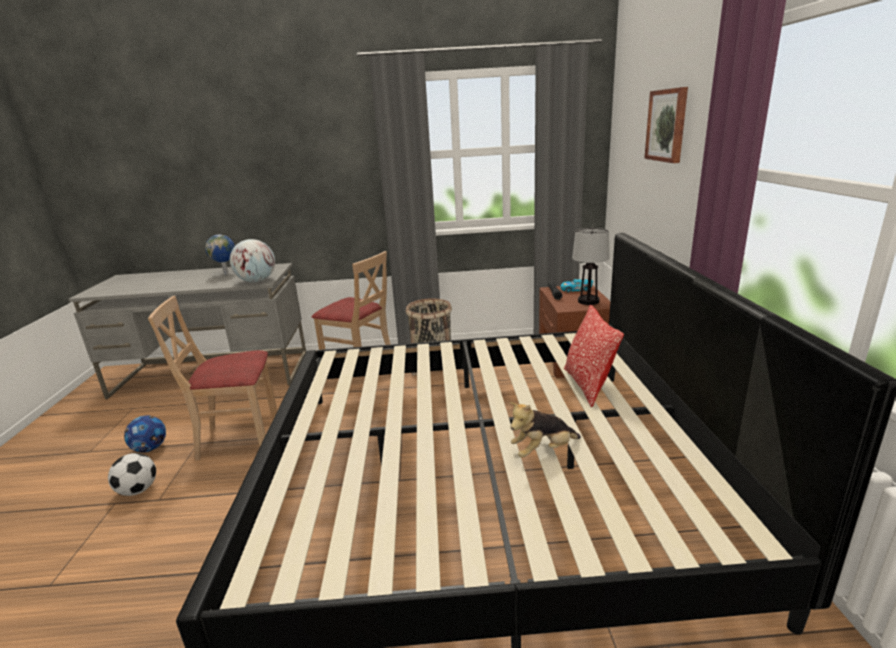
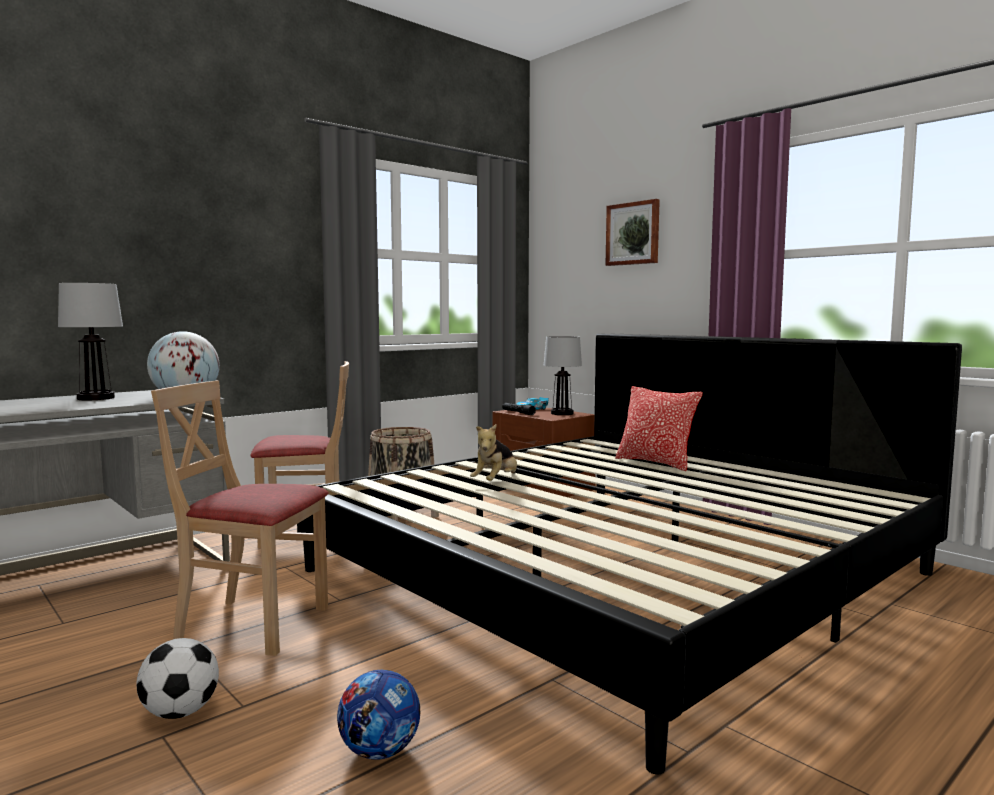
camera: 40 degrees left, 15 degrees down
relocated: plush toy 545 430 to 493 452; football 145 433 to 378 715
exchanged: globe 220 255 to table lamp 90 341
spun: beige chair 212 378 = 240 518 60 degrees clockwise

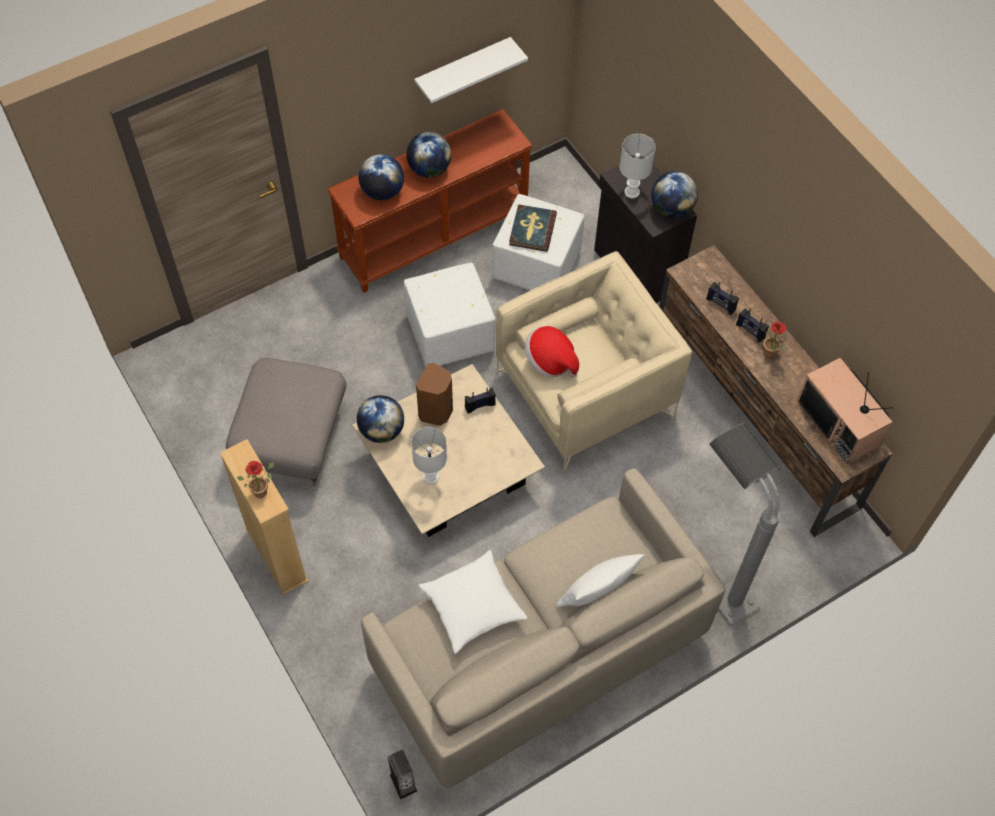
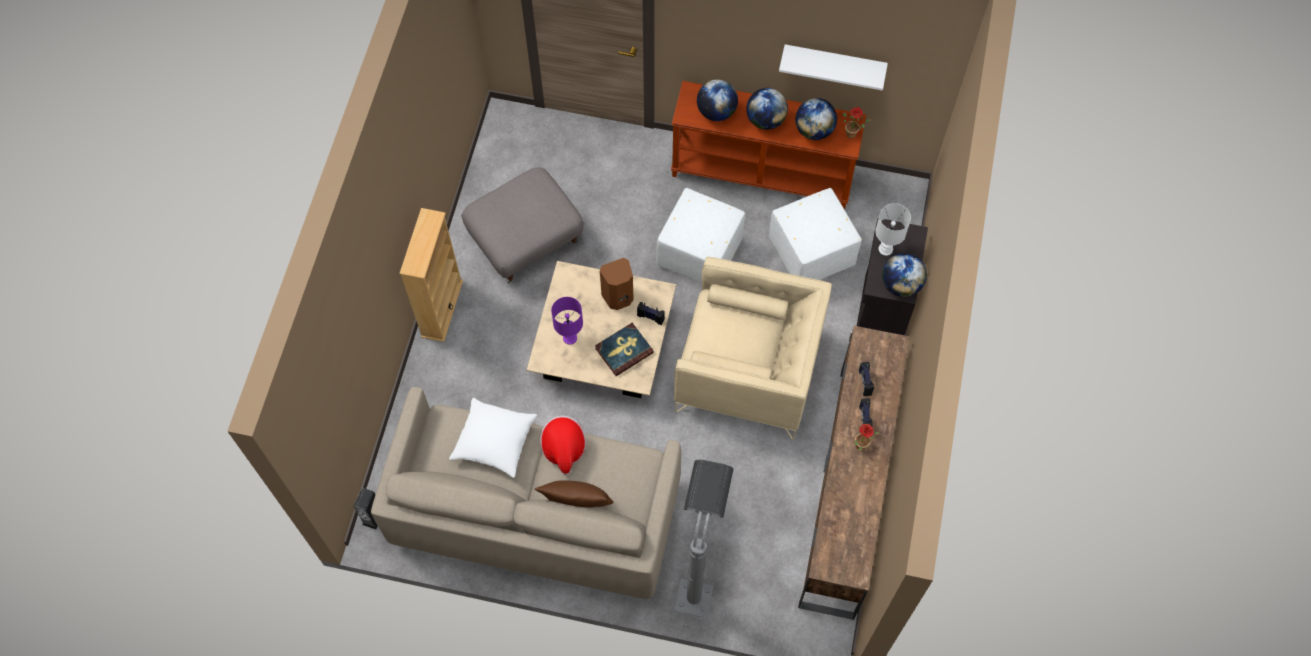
camera: 45 degrees right, 5 degrees up
missing: television 845 411
relocated: book 533 228 to 624 349; hat 552 352 to 563 445; globe 380 419 to 816 119; potted plant 255 479 to 857 122
colour: white table lamp 429 455 to purple table lamp 567 321; white pillow 600 580 to brown pillow 574 494

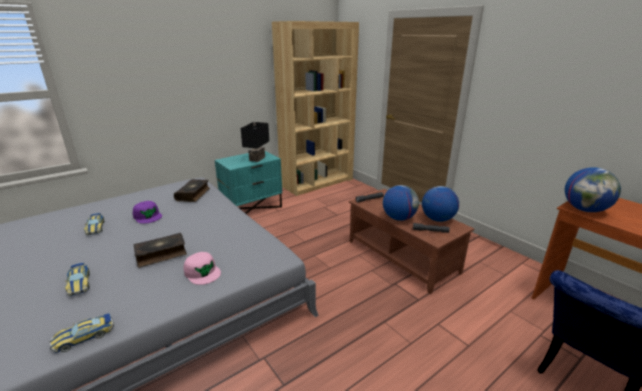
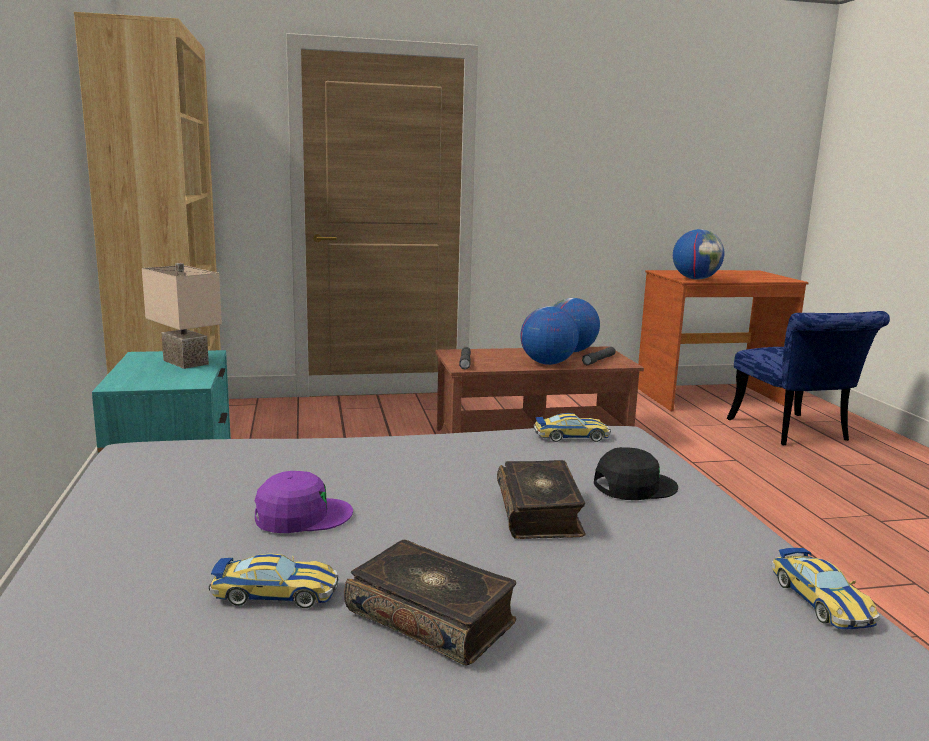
camera: 65 degrees left, 10 degrees down
relocated: book 192 190 to 430 602; toy car 77 279 to 572 427
colour: black table lamp 255 142 to beige table lamp 182 316; pink cap 202 268 to black cap 636 473

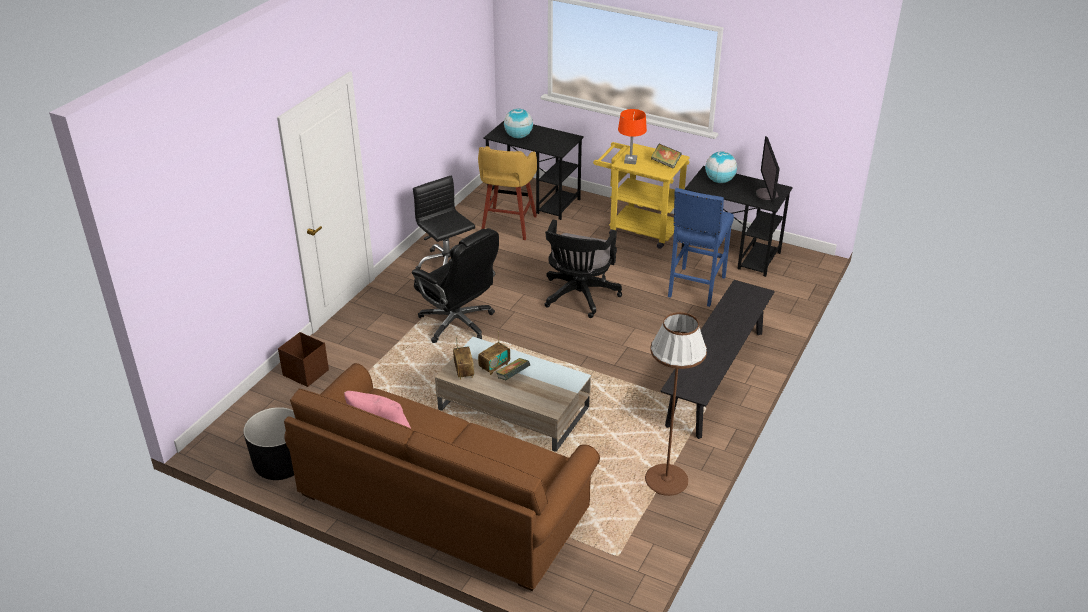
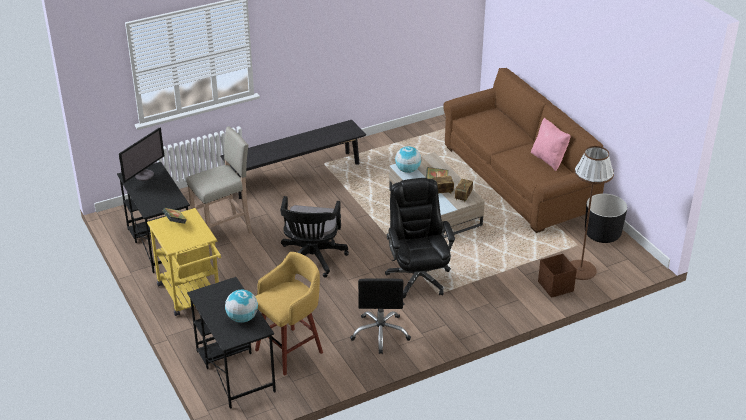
camera: 145 degrees left, 0 degrees up
missing: orange table lamp 632 136
relocated: globe 721 167 to 408 159; brown floor lamp 676 404 to 592 213
colour: blue stool 701 247 to beige stool 219 187
spun: black office chair 583 269 = 314 236 135 degrees clockwise

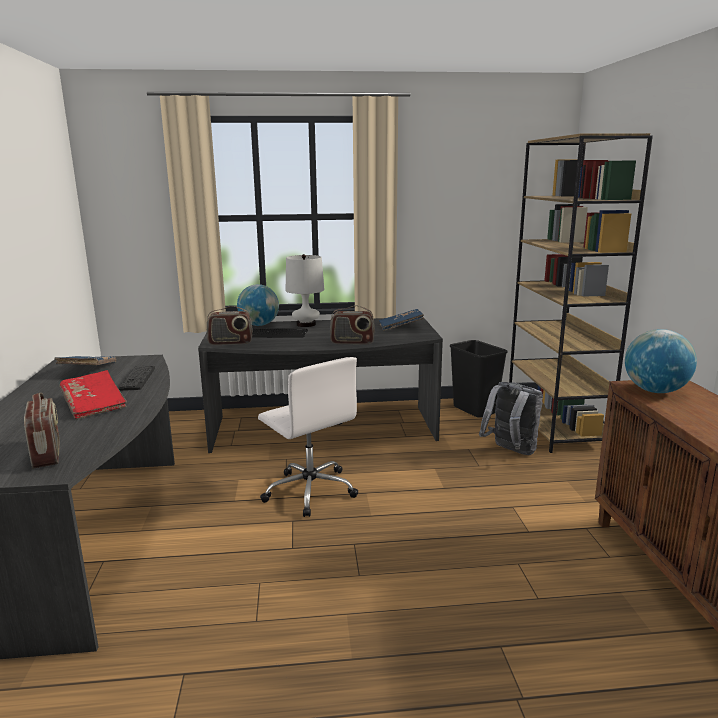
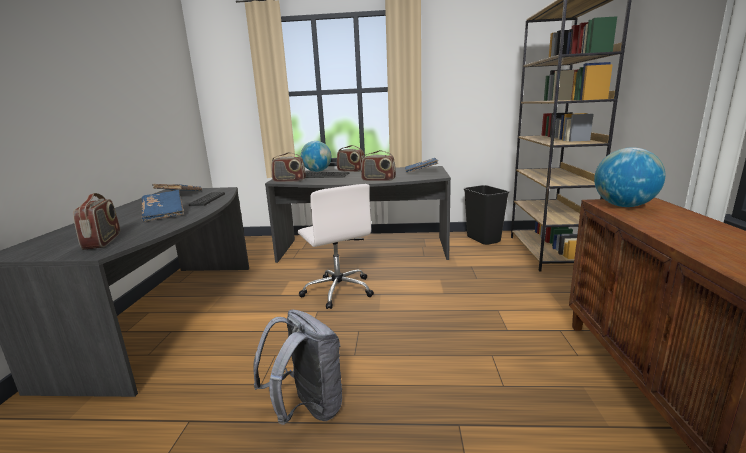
camera: 10 degrees right, 0 degrees up
relocated: grey backpack 511 418 to 297 367
exchanged: white table lamp 305 290 to radio 351 158
colour: red book 93 395 to blue book 162 206

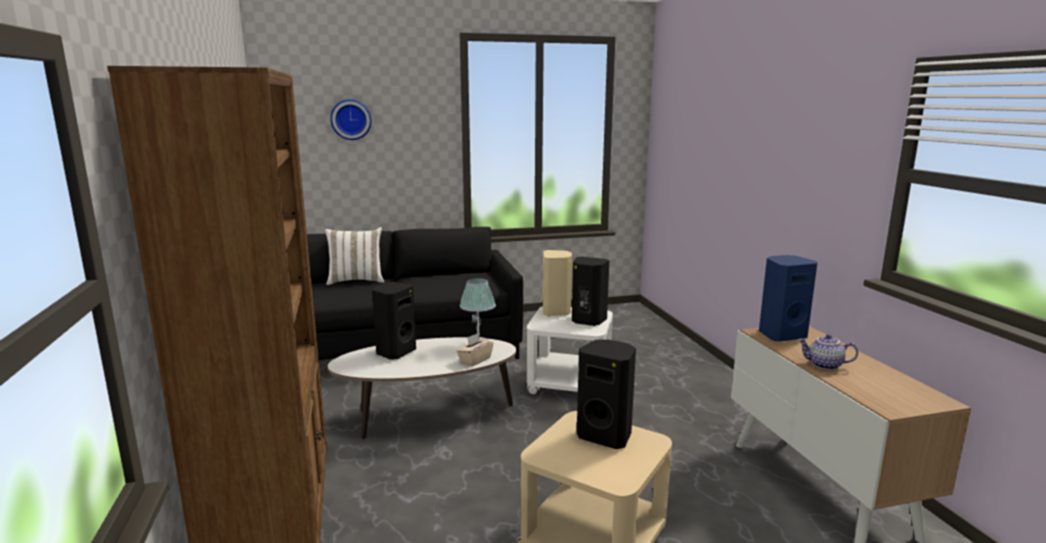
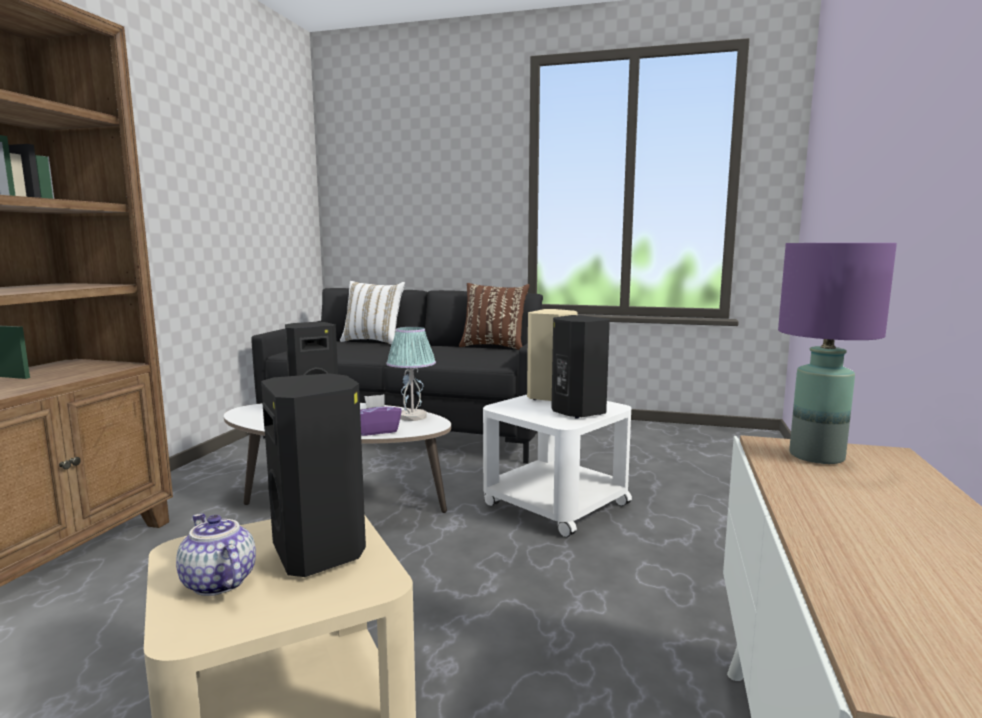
camera: 30 degrees right, 5 degrees down
missing: wall clock 351 119
appeared: brown pillow 494 316
relocated: teapot 828 352 to 216 554
exchanged: blue speaker 788 298 to purple table lamp 837 353
colour: beige tissue box 475 349 to purple tissue box 381 415

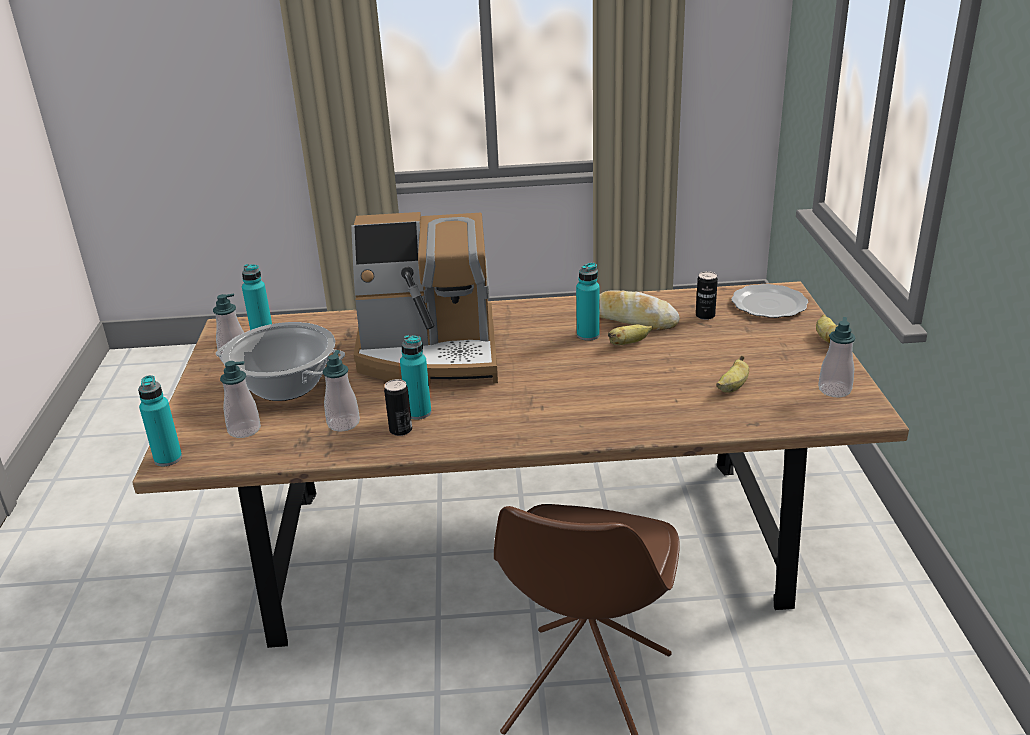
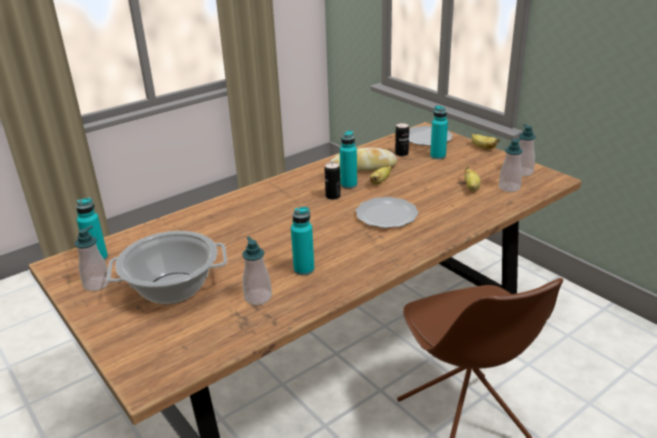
camera: 35 degrees left, 0 degrees up
missing: coffee machine 424 298
appeared: plate 387 212
relocated: soap dispenser 240 399 to 511 165; turquoise bottle 160 420 to 439 133; can 398 407 to 332 181

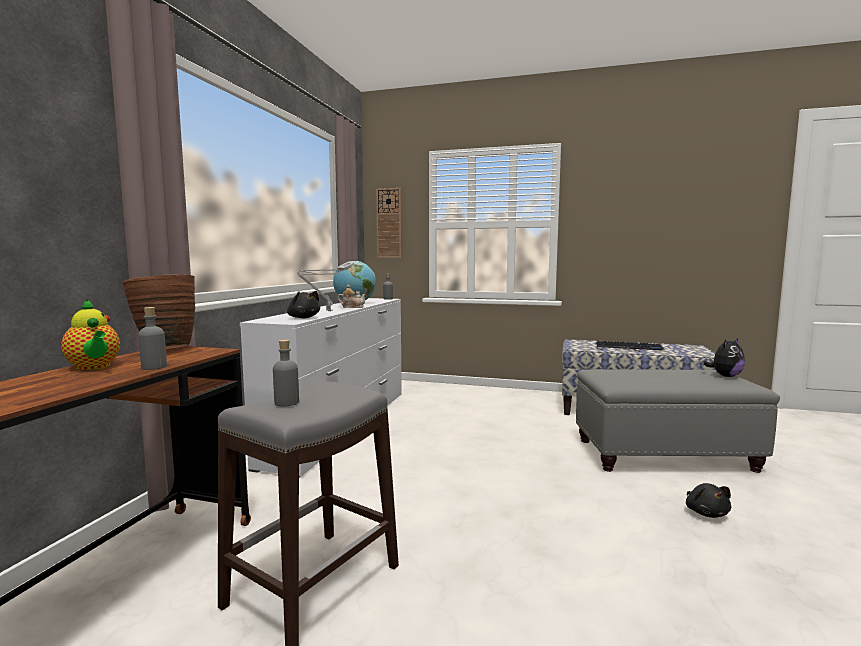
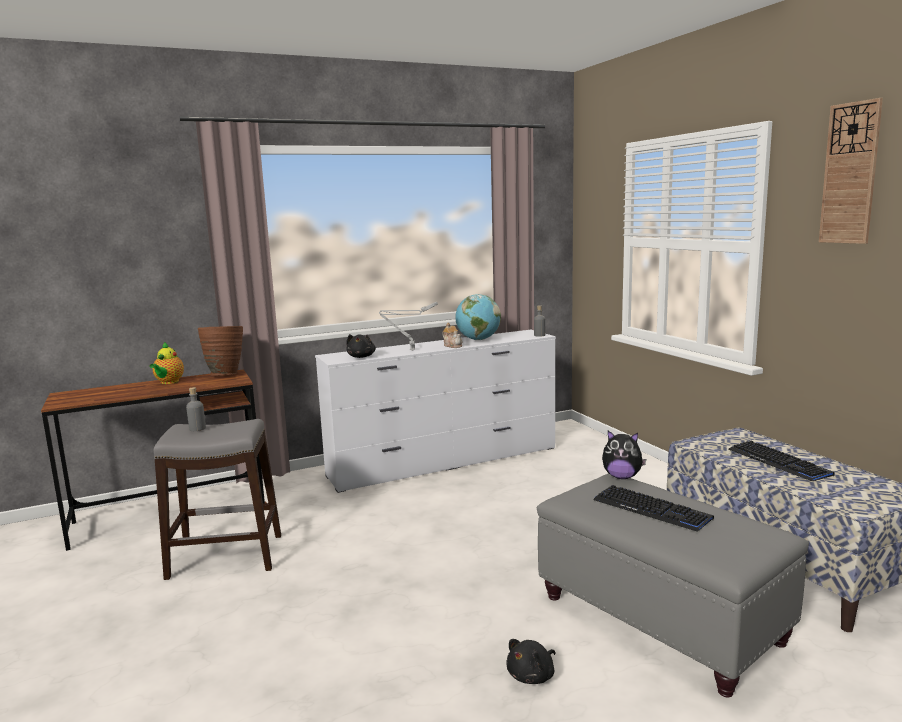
camera: 50 degrees right, 5 degrees up
missing: grey bottle 152 338
appeared: keyboard 653 508
relocated: wall clock 389 223 to 851 171; plush toy 724 357 to 624 455

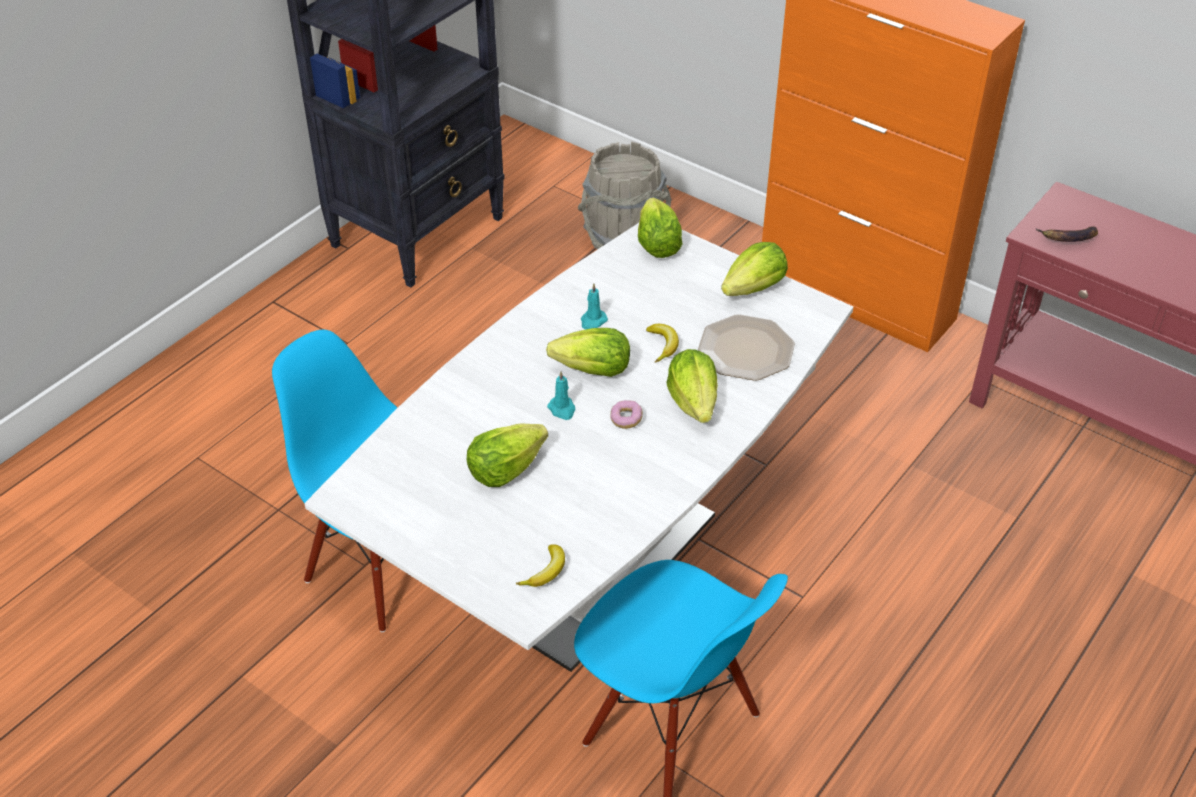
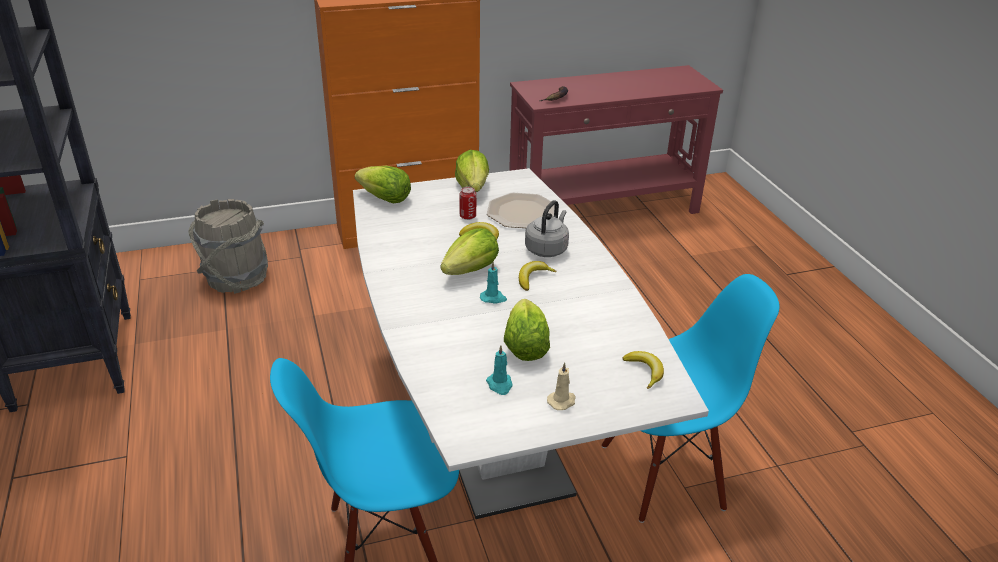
camera: 55 degrees left, 10 degrees down
appeared: can 468 203; beige candle 561 386
relocated: turquoise candle 594 306 to 499 370
exchanged: lettuce 692 386 to grey kettle 547 228; donut 626 414 to banana 538 276

